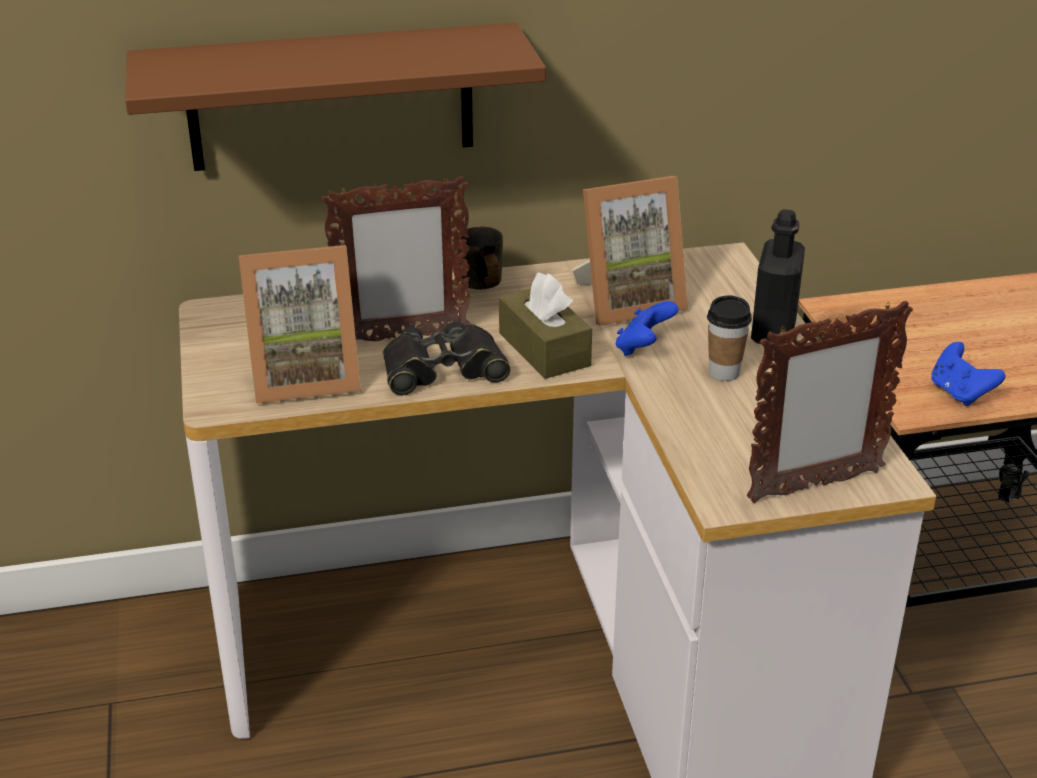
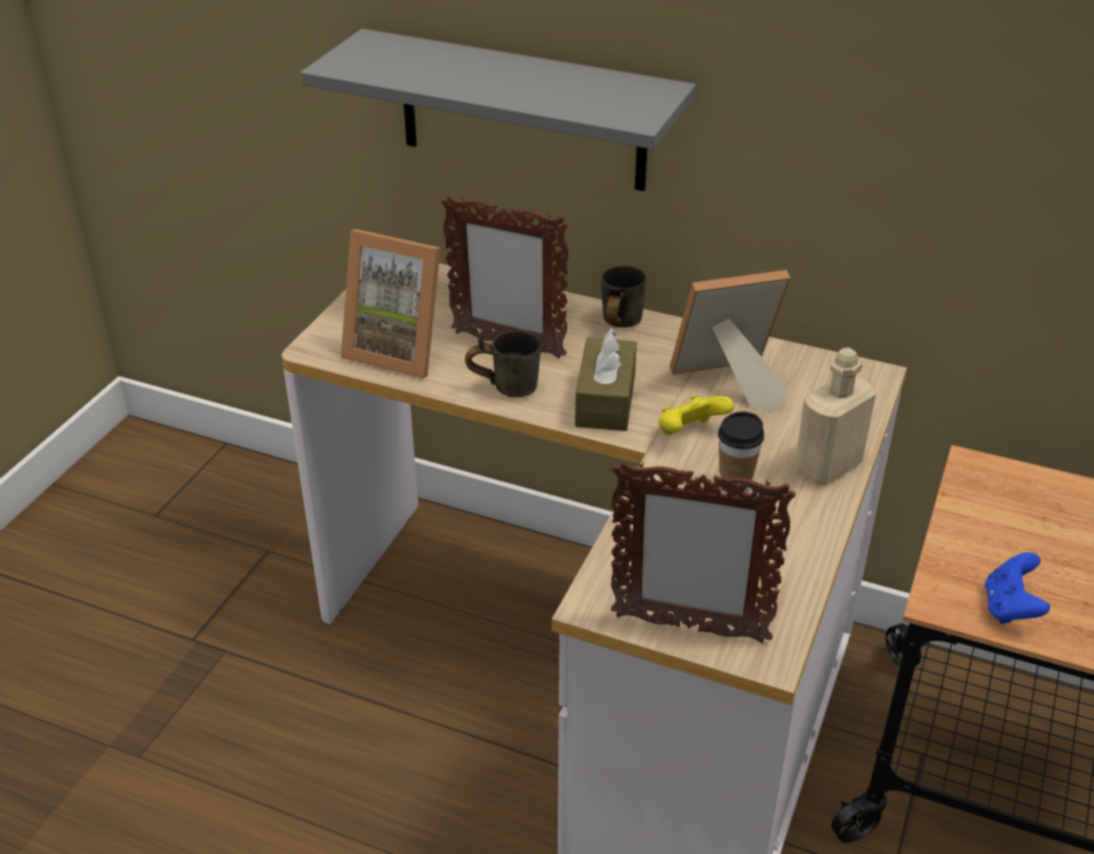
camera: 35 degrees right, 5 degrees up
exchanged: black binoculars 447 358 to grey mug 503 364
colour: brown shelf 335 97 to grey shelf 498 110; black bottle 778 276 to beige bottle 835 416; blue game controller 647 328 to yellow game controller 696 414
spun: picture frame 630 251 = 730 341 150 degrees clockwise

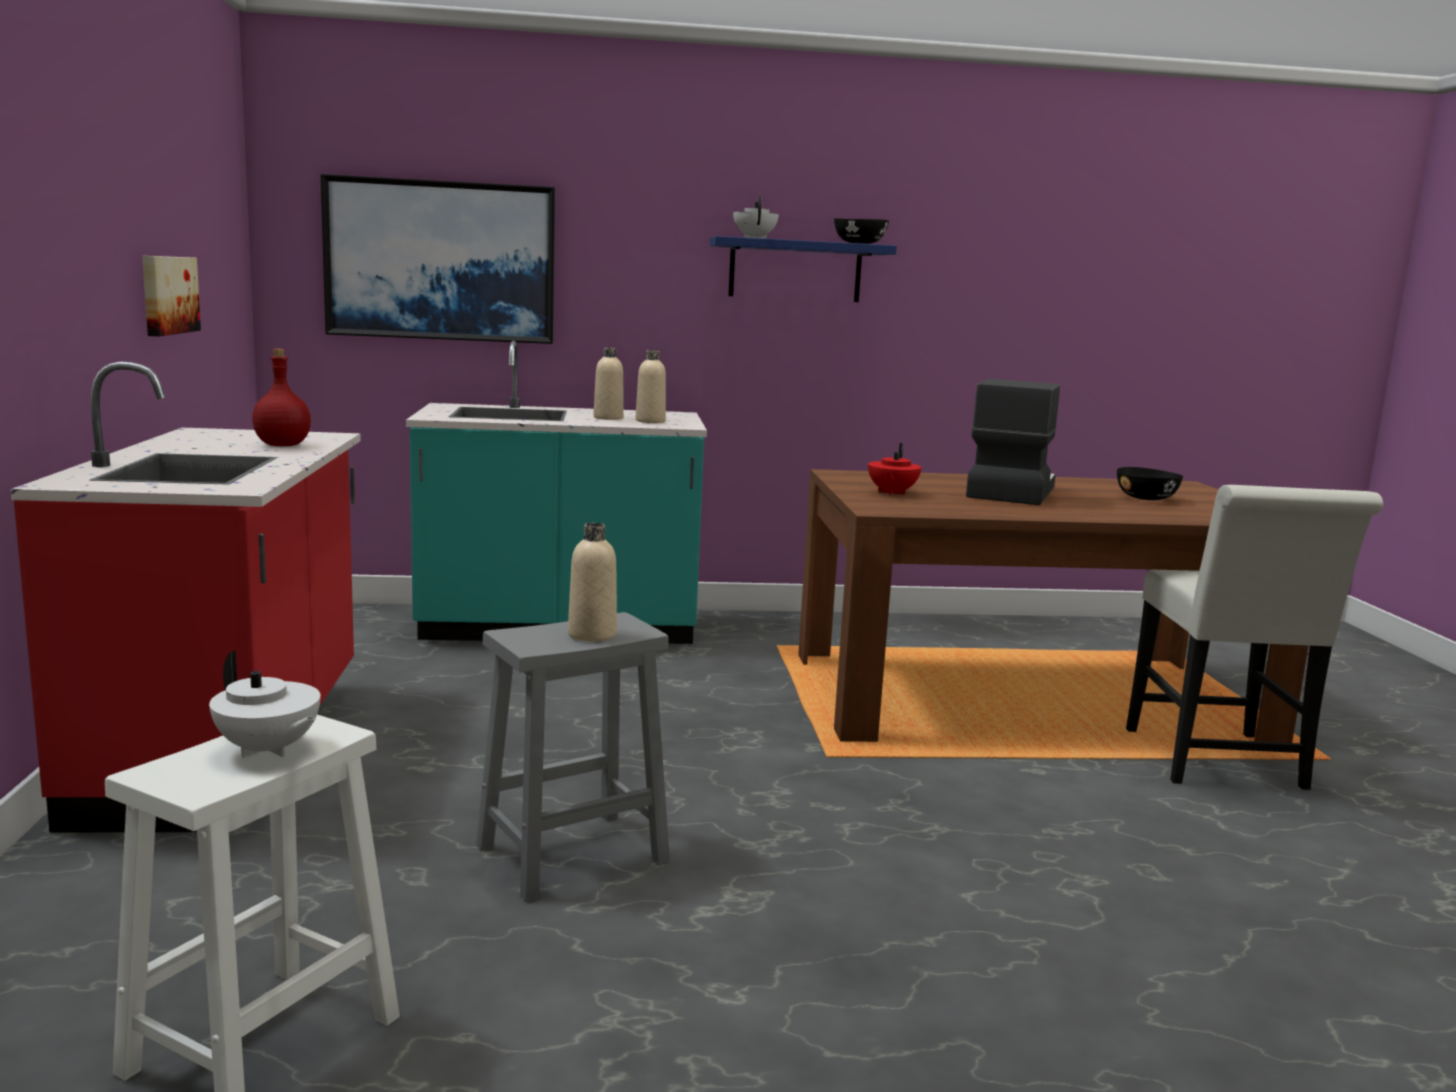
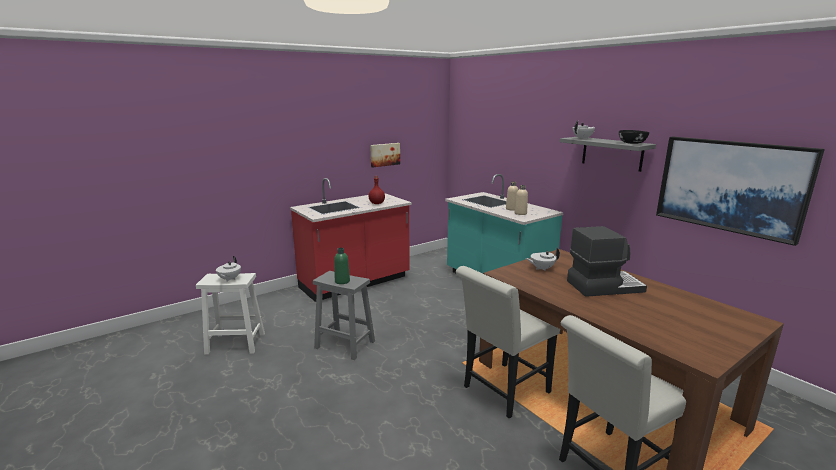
camera: 60 degrees right, 5 degrees up
missing: black bowl 1150 483
appeared: white chair 508 342
relocated: picture 437 259 to 740 191
colour: blue shelf 803 269 to grey shelf 608 154; red teapot 895 469 to white teapot 543 259; beige bottle 592 582 to green bottle 342 266

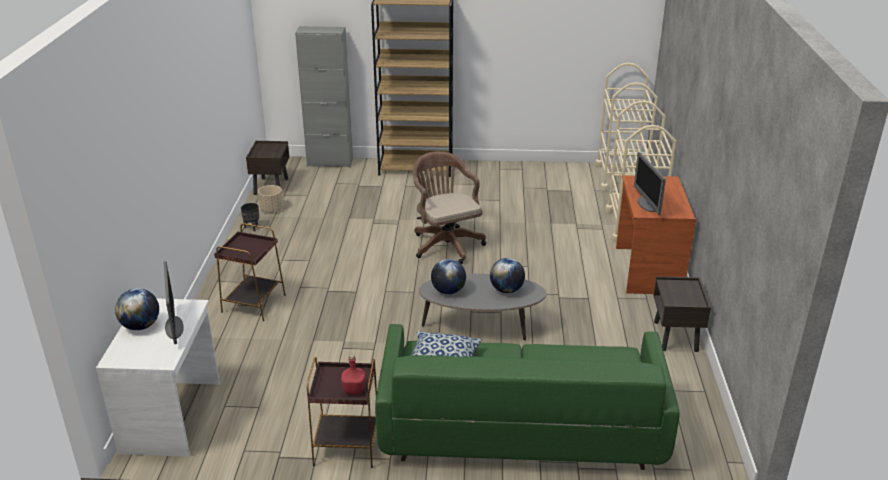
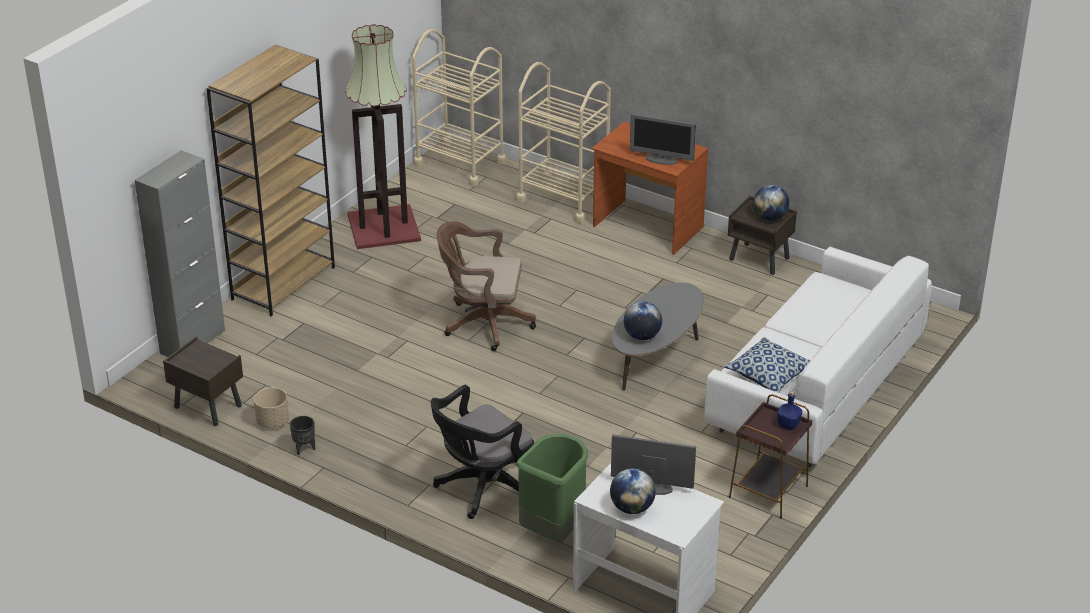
camera: 60 degrees left, 5 degrees up
appeared: floor lamp 383 136; green trash can 552 488
relocated: globe 507 275 to 771 203
exchanged: brown side table 250 272 to black office chair 482 452
colour: green sofa 527 397 to white sofa 818 357; red bottle 353 375 to blue bottle 789 410

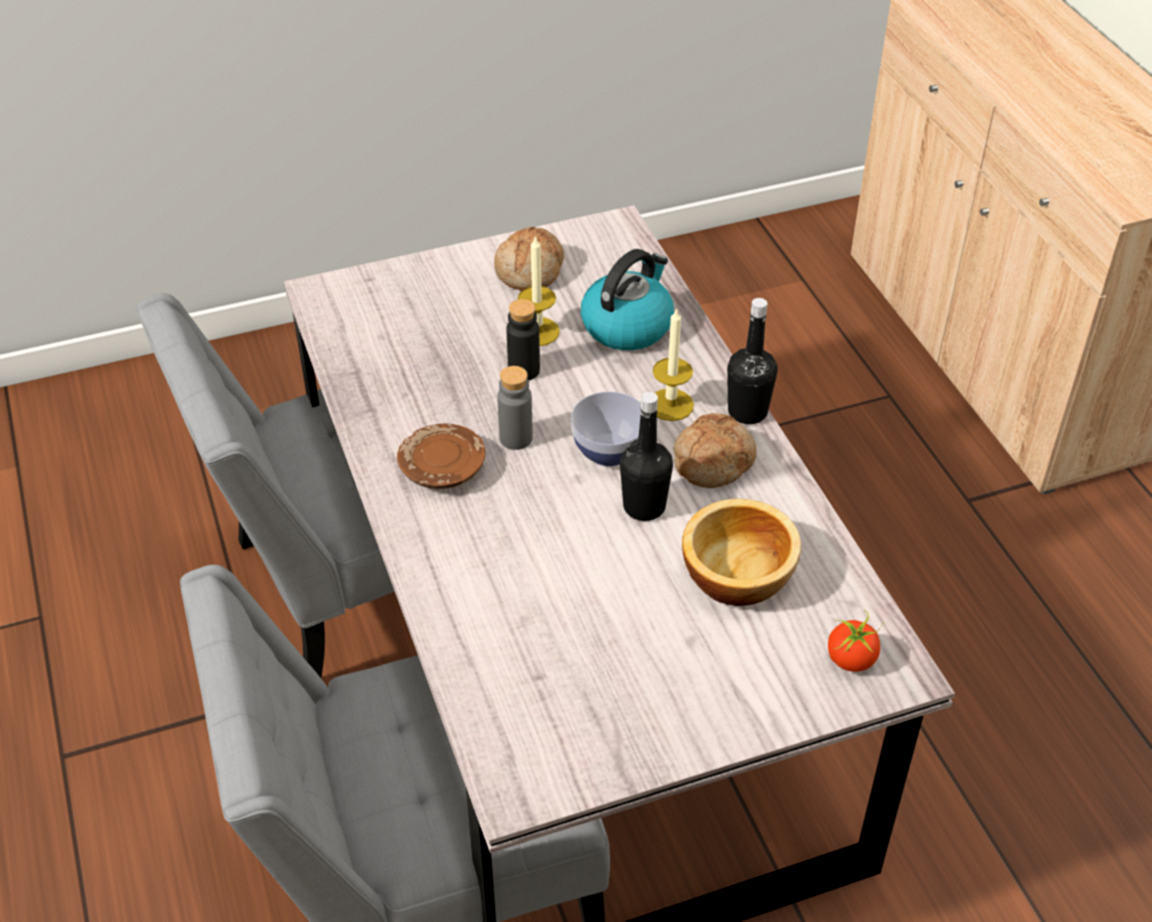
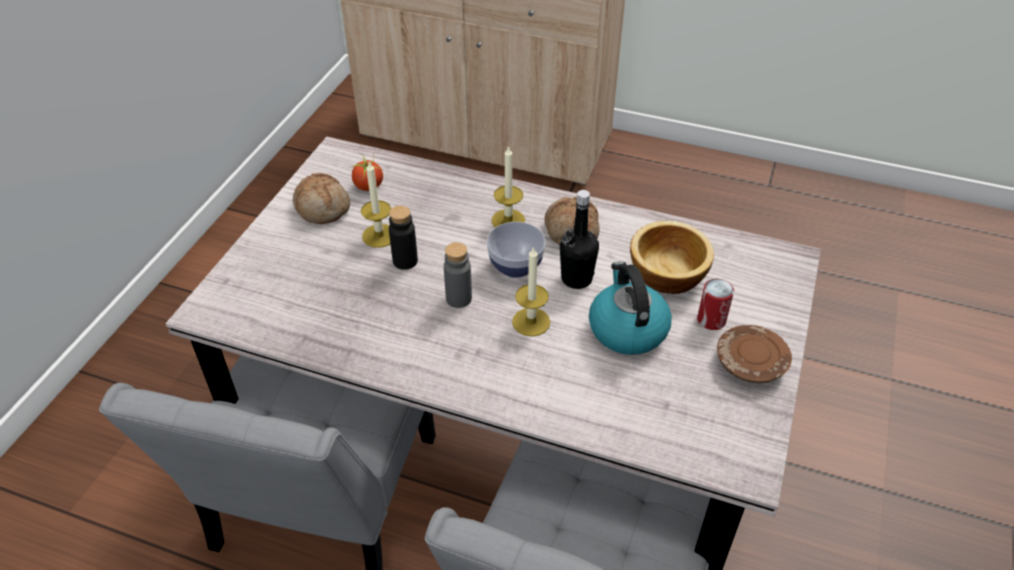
camera: 50 degrees left, 0 degrees up
missing: black bottle 752 361
appeared: candle 531 291; can 715 304
relocated: kettle 627 299 to 630 308; brown plate 441 456 to 754 354; tomato 856 641 to 367 172

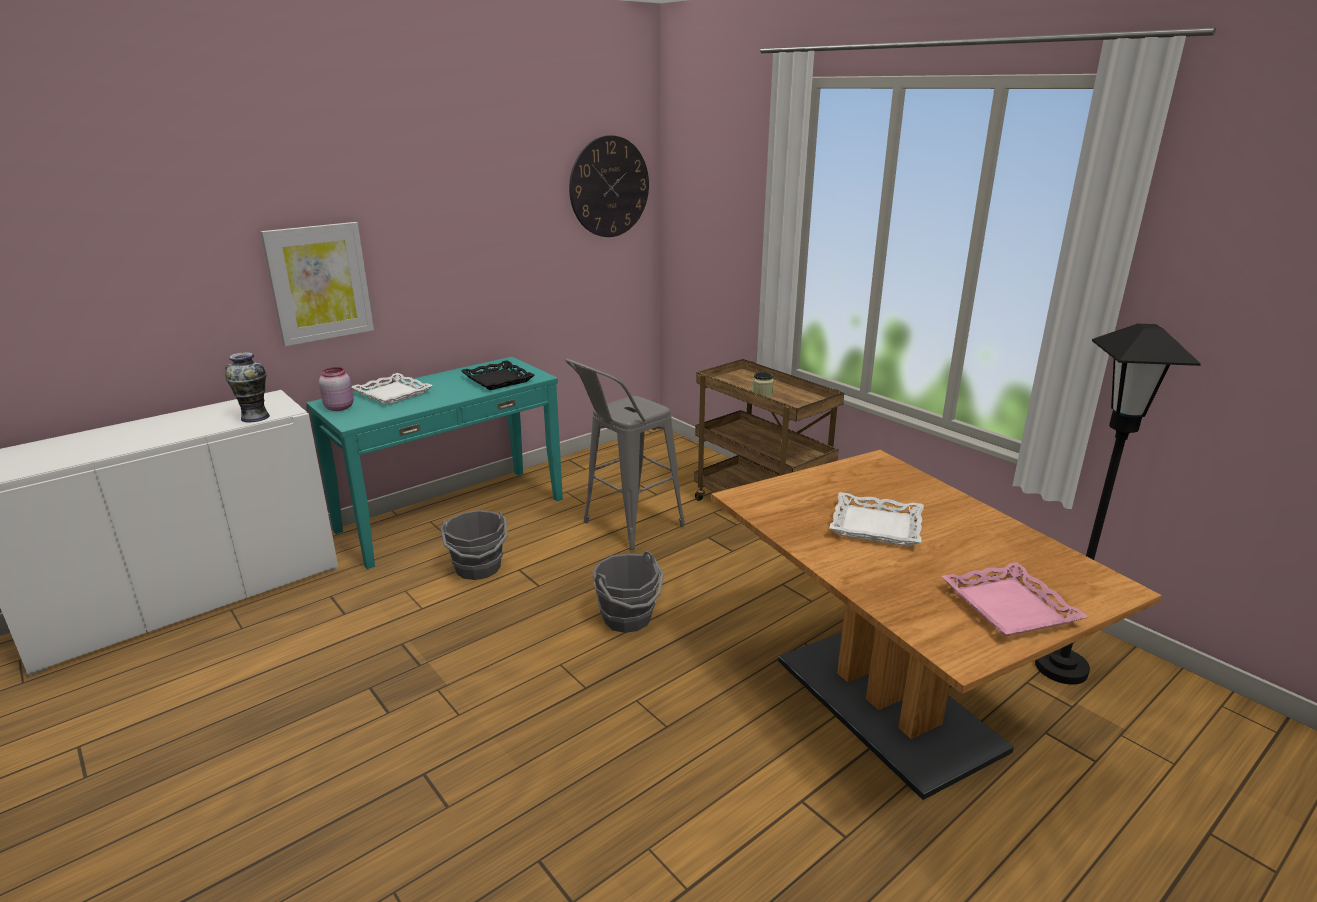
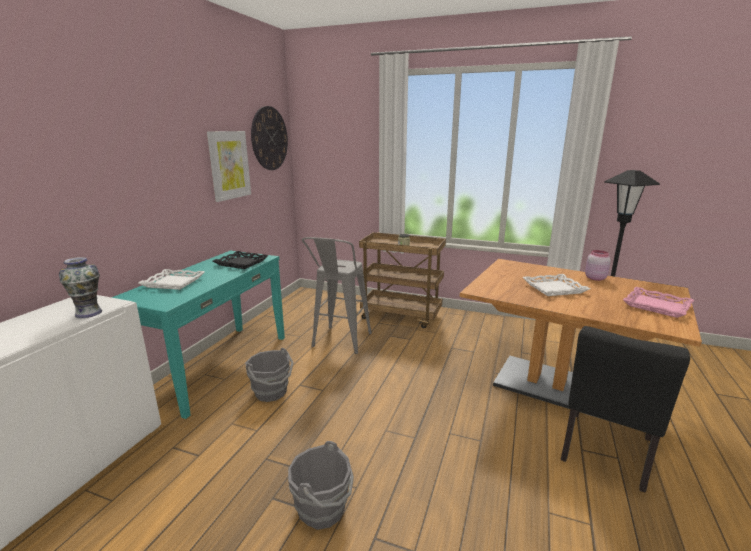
camera: 30 degrees left, 5 degrees down
appeared: black chair 625 409
relocated: picture 317 284 to 229 166; pink jar 336 389 to 598 265; grey bucket 628 592 to 321 485

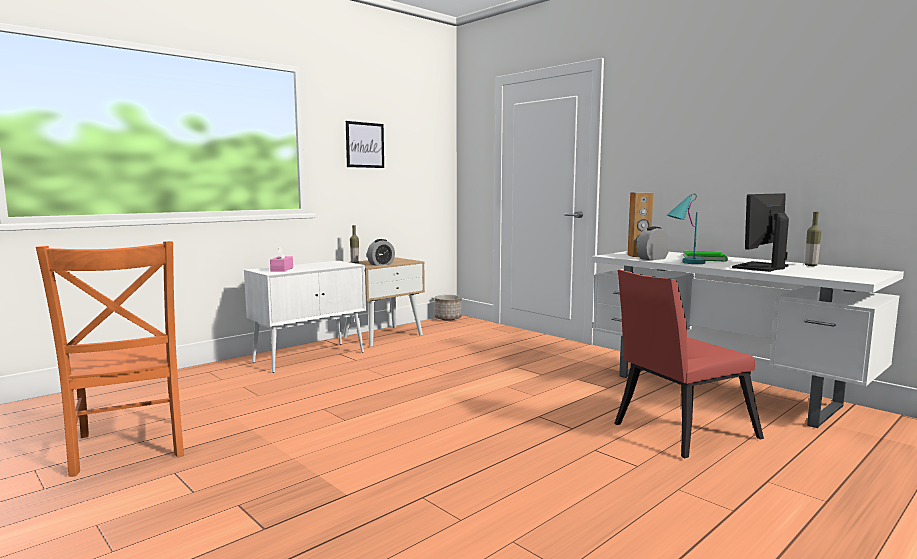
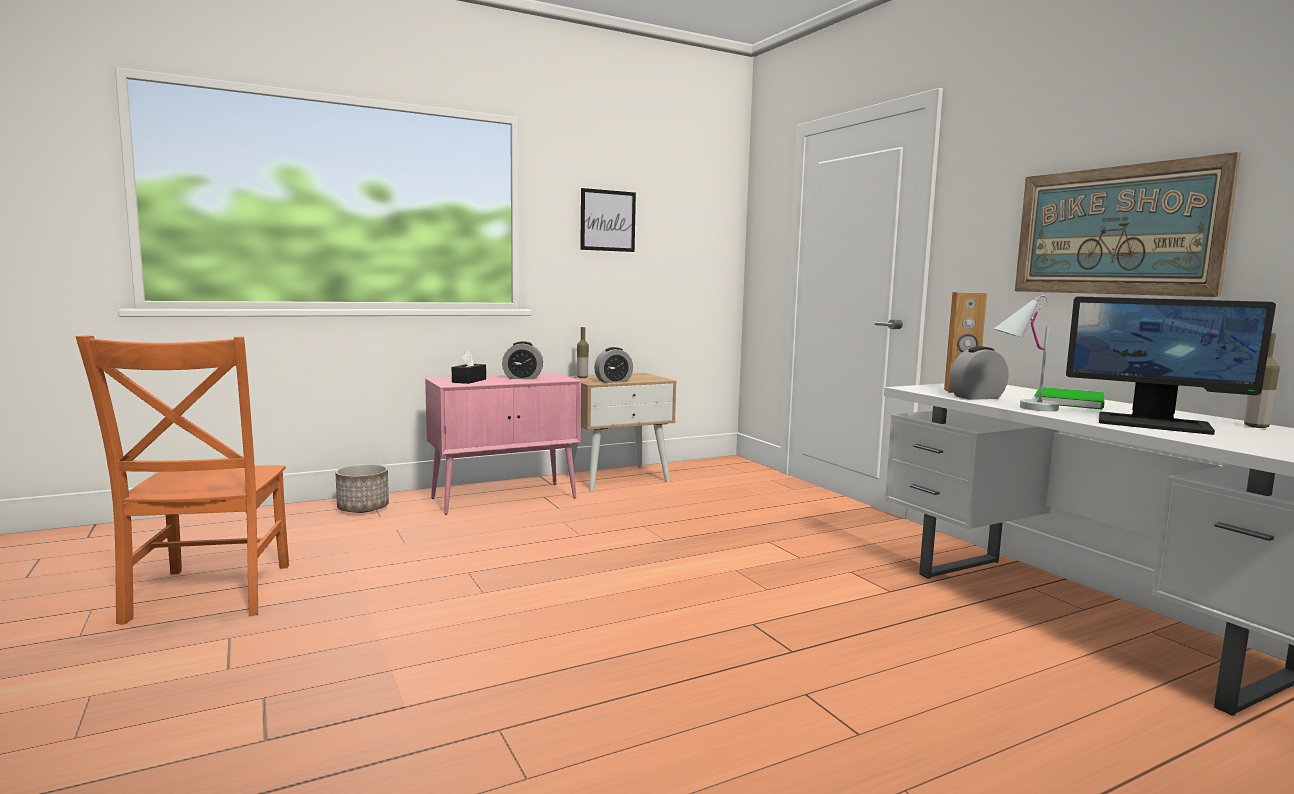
camera: 15 degrees right, 0 degrees up
missing: red chair 689 364
appeared: picture 1128 224; alarm clock 522 360
relocated: planter 448 308 to 362 488
colour: turquoise table lamp 686 228 to white table lamp 1026 353; pink tissue box 281 259 to black tissue box 469 367; white cabinet 305 317 to pink cabinet 503 444
spun: monitor 760 232 = 1171 365 120 degrees counterclockwise

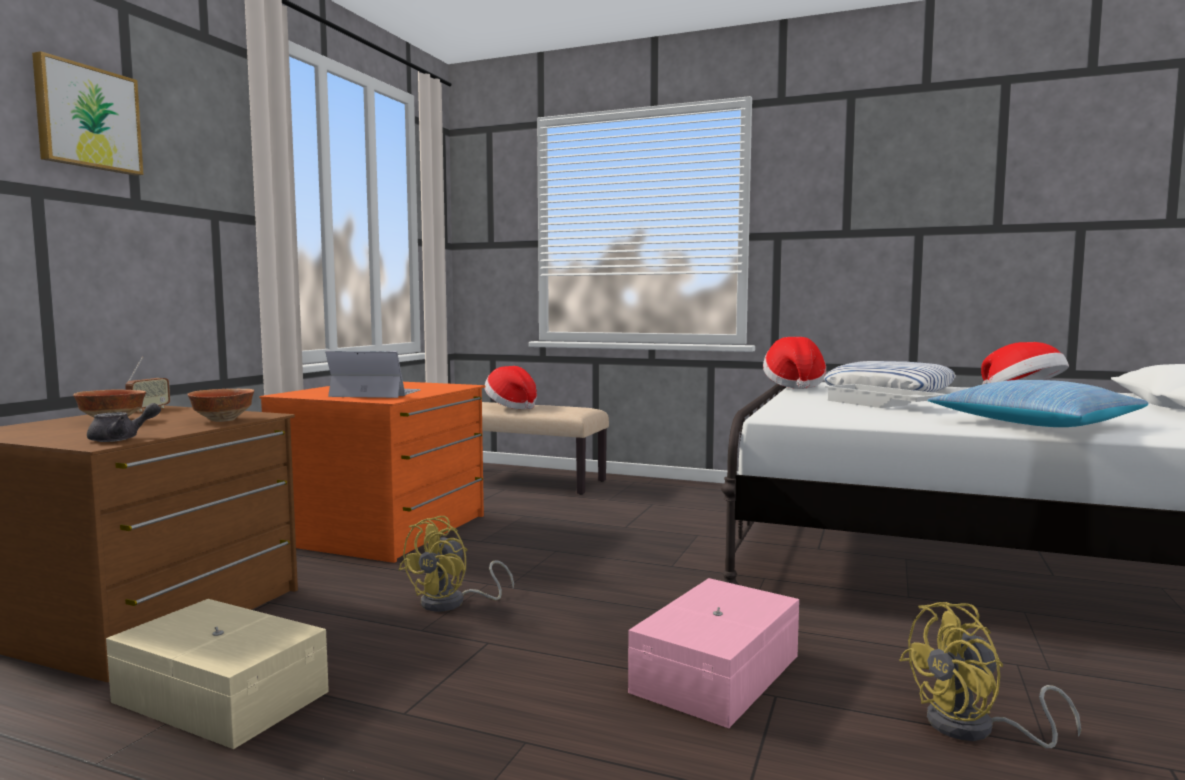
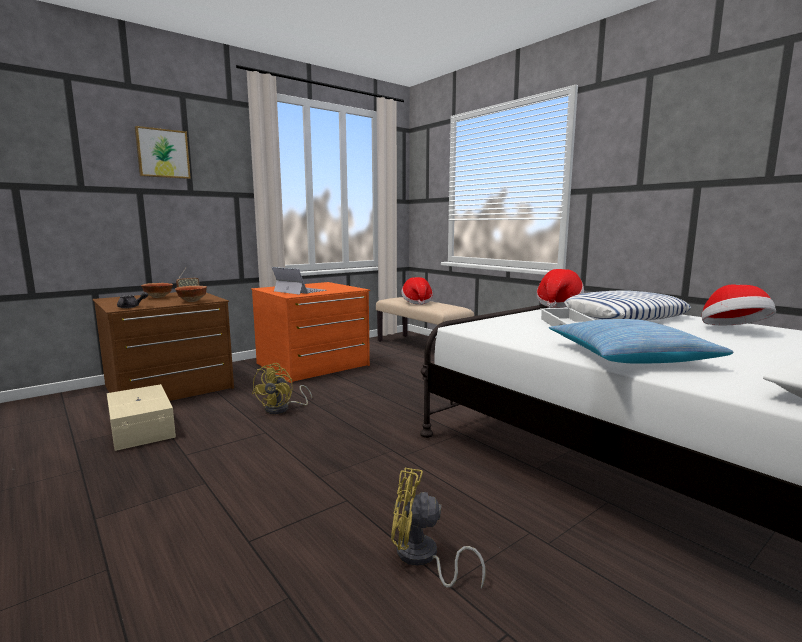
camera: 30 degrees right, 5 degrees up
missing: pink storage box 713 653
spun: yellow fan 456 564 = 282 388 45 degrees counterclockwise

